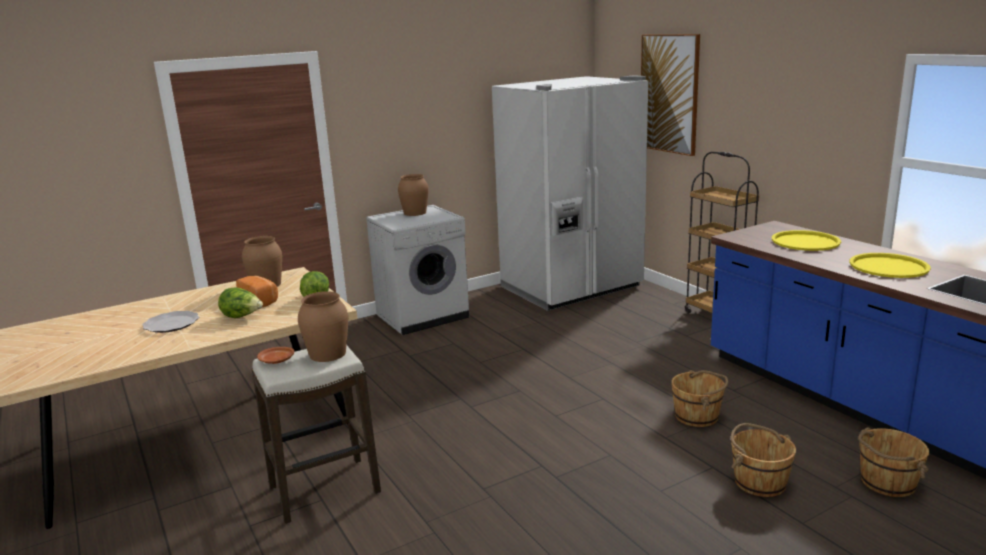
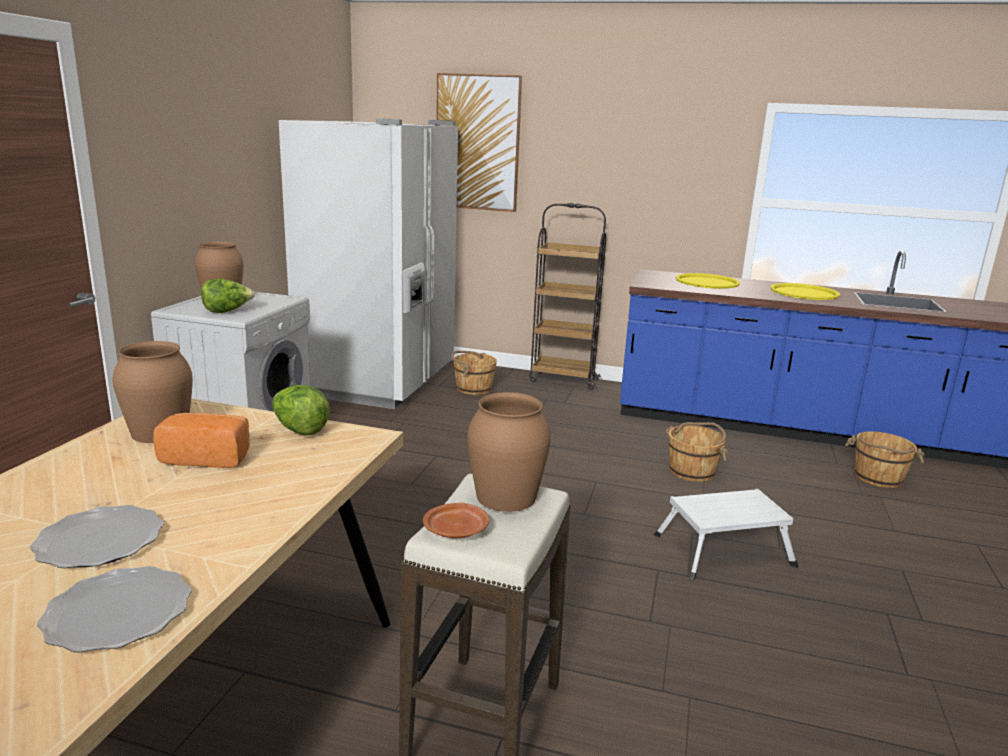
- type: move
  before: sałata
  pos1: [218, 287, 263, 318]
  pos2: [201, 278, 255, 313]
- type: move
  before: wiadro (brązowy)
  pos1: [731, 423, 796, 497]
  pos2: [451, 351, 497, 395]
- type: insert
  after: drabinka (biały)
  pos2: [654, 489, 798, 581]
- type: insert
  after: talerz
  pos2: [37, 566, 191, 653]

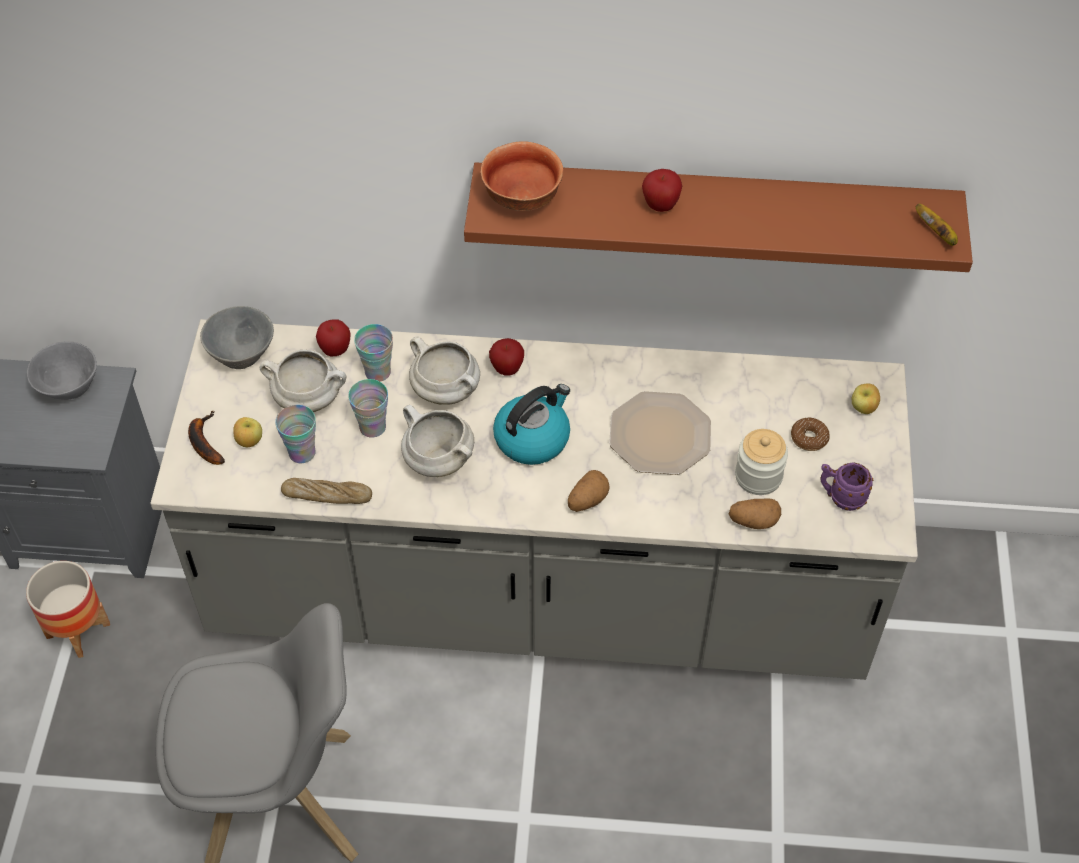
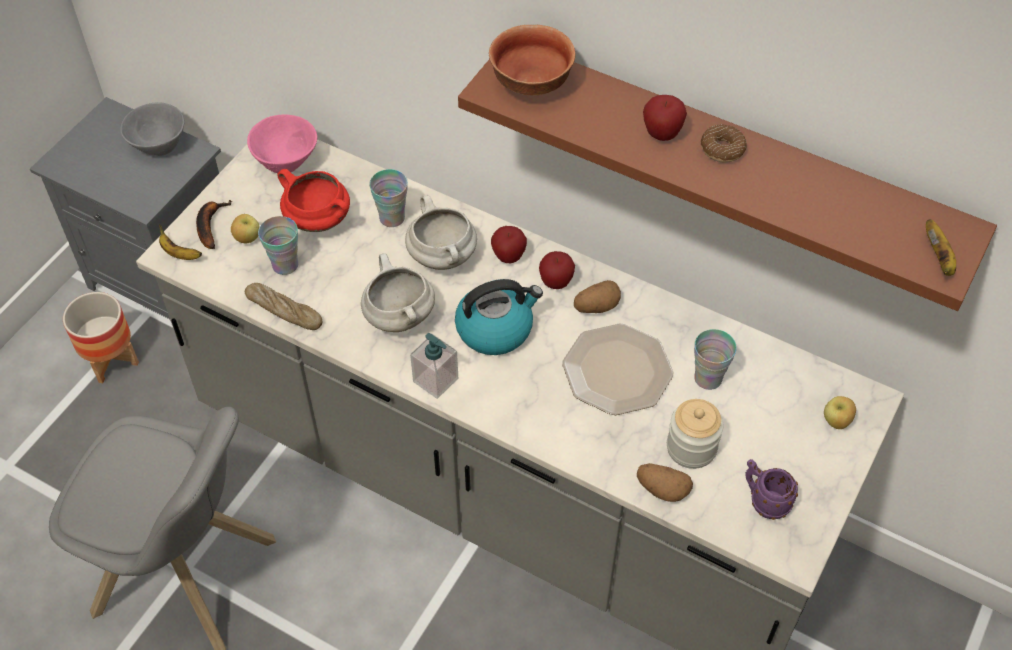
- type: recolor
  before: miska (szary)
  after: miska (różowy)
  pos1: [200, 306, 274, 369]
  pos2: [247, 115, 317, 173]
- type: move
  before: jabłko
  pos1: [316, 319, 350, 356]
  pos2: [539, 251, 575, 289]
- type: recolor
  before: garnek (biały)
  after: garnek (czerwony)
  pos1: [259, 350, 346, 412]
  pos2: [278, 169, 350, 232]
- type: move
  before: filiżanka
  pos1: [348, 379, 388, 438]
  pos2: [694, 329, 737, 390]
- type: move
  before: donut
  pos1: [791, 418, 829, 451]
  pos2: [701, 124, 747, 162]
- type: move
  before: ziemniak
  pos1: [568, 470, 610, 512]
  pos2: [574, 280, 621, 313]
- type: insert
  after: banan
  pos2: [159, 224, 202, 260]
- type: insert
  after: dozownik mydła
  pos2: [410, 333, 458, 399]

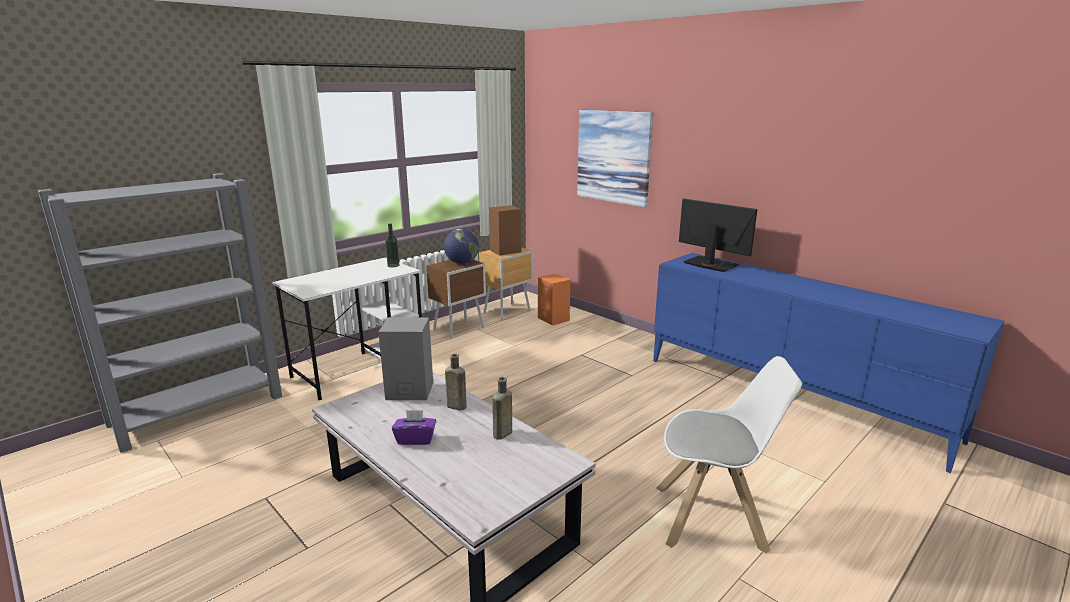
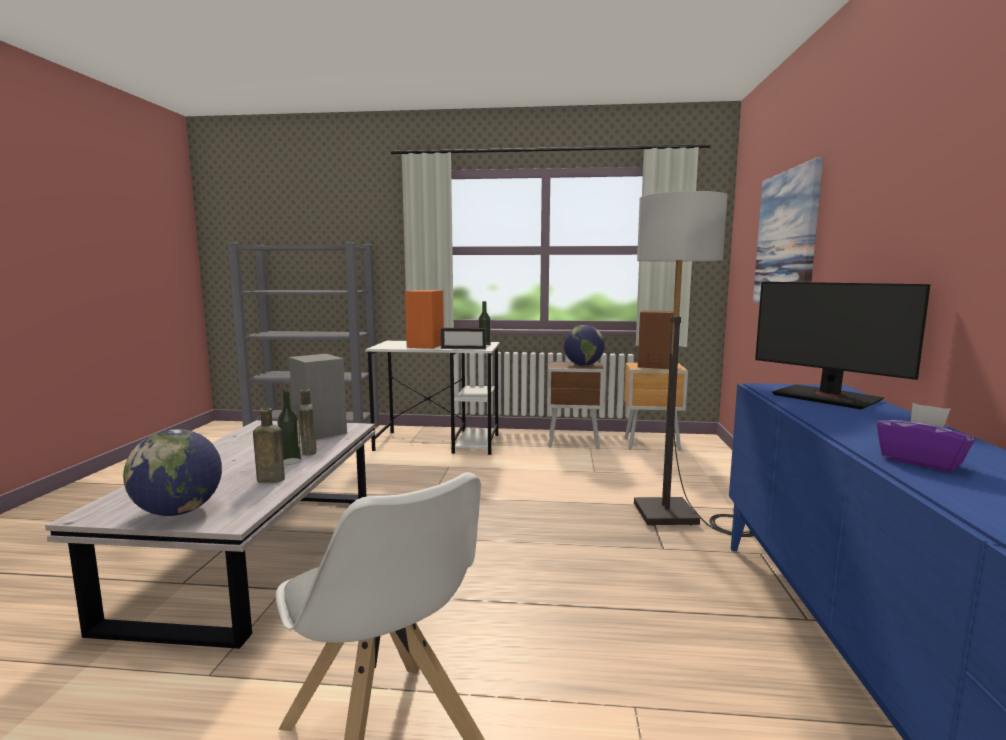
- type: rotate
  before: monitor
  pos1: [679, 198, 757, 272]
  pos2: [755, 282, 931, 409]
  turn: 135
- type: move
  before: głośnik (pomarańczowy)
  pos1: [538, 273, 570, 325]
  pos2: [405, 290, 444, 349]
- type: move
  before: pudełko chusteczek (fioletowy)
  pos1: [392, 410, 436, 445]
  pos2: [877, 403, 975, 473]
- type: insert
  after: lampa stojąca
  pos2: [634, 191, 754, 537]
- type: insert
  after: ramka na zdjęcie
  pos2: [440, 328, 486, 349]
- type: insert
  after: butelka
  pos2: [277, 390, 301, 465]
- type: insert
  after: globus
  pos2: [123, 429, 222, 516]

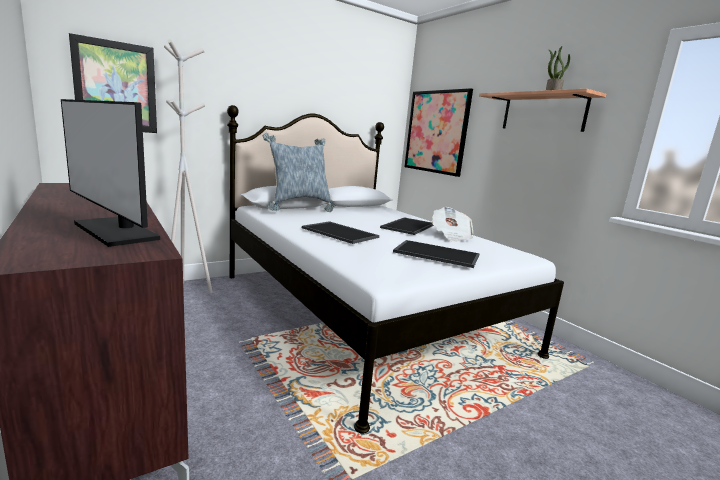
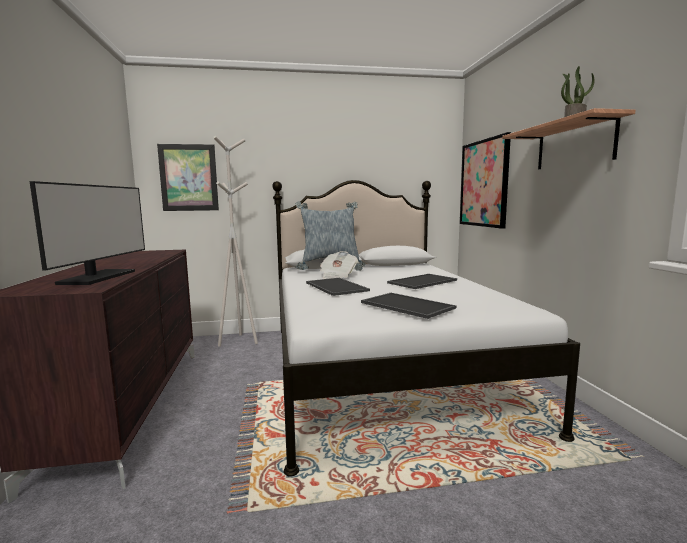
- type: rotate
  before: monitor
  pos1: [61, 99, 160, 247]
  pos2: [30, 181, 145, 285]
  turn: -150
- type: move
  before: gazeta
  pos1: [431, 207, 473, 242]
  pos2: [320, 251, 358, 279]

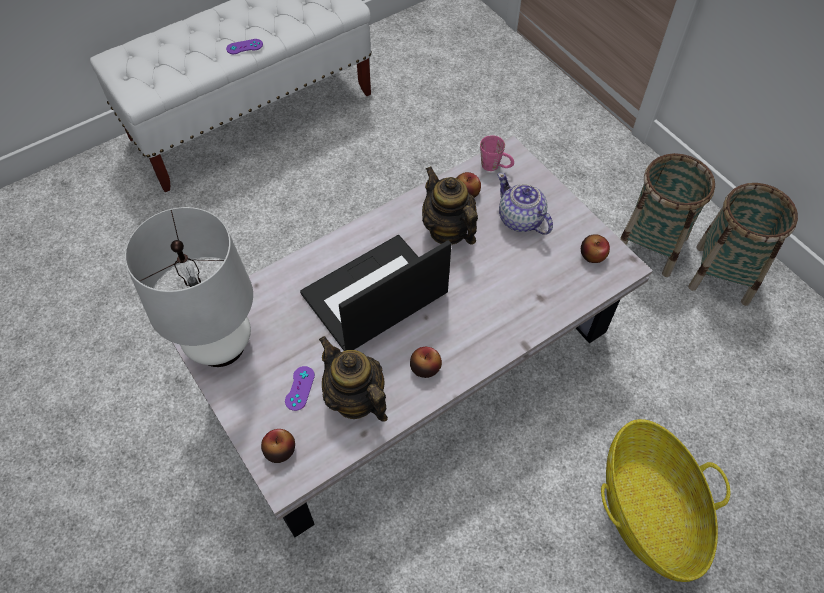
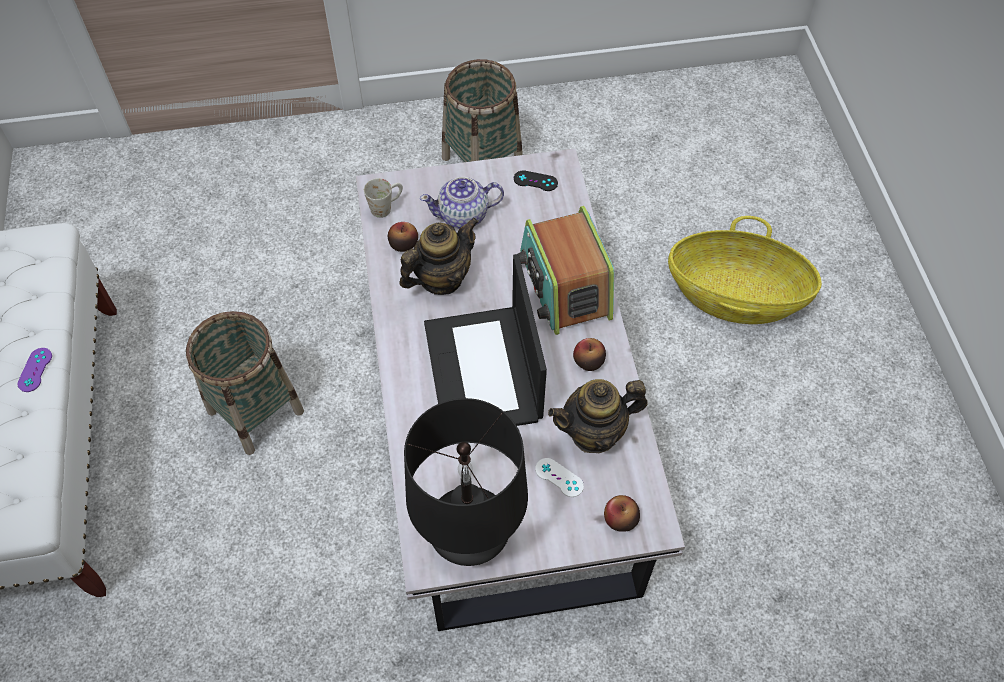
- type: recolor
  before: kubek (różowy)
  after: kubek (biały)
  pos1: [480, 135, 514, 171]
  pos2: [364, 178, 403, 218]
- type: rotate
  before: imbryk
  pos1: [422, 166, 478, 245]
  pos2: [399, 217, 479, 295]
  turn: 150
- type: move
  before: koszyk
  pos1: [688, 183, 798, 306]
  pos2: [186, 311, 304, 455]
- type: recolor
  before: lampa stołowa (biały)
  after: lampa stołowa (czarny)
  pos1: [125, 207, 253, 367]
  pos2: [404, 398, 528, 566]
- type: replace
  before: jabłko
  after: pad do gier (czarny)
  pos1: [581, 234, 610, 263]
  pos2: [514, 170, 558, 191]
- type: recolor
  before: pad do gier (fioletowy)
  after: pad do gier (biały)
  pos1: [285, 366, 315, 411]
  pos2: [535, 458, 584, 497]
- type: insert
  after: radio
  pos2: [518, 206, 614, 335]

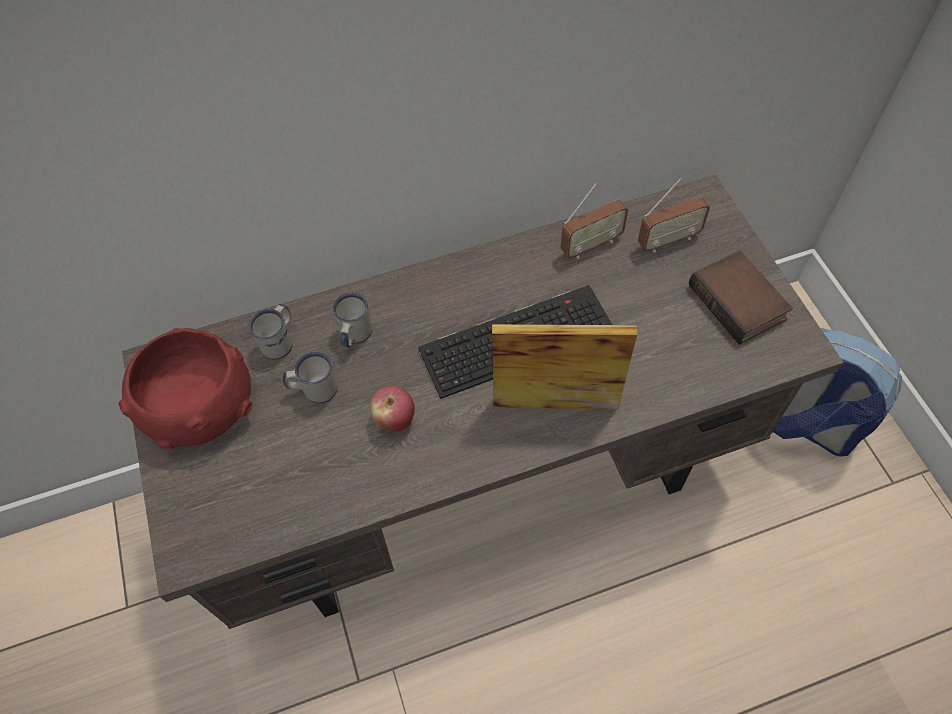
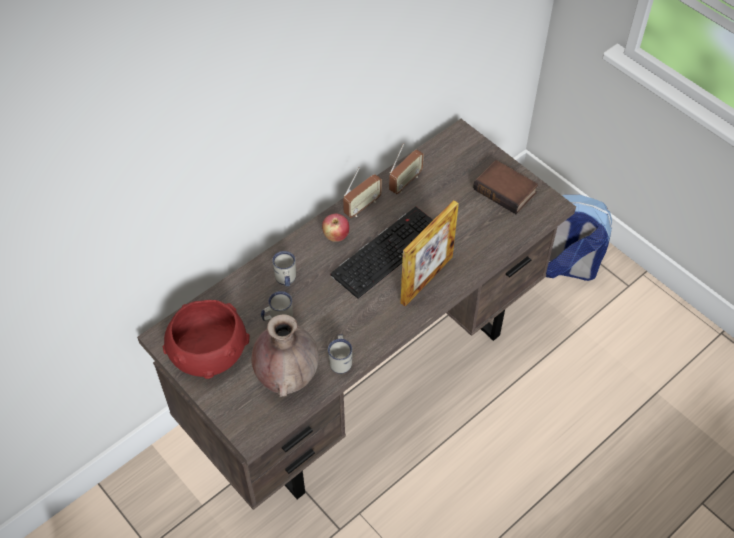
- type: move
  before: radio
  pos1: [638, 178, 710, 253]
  pos2: [343, 167, 382, 218]
- type: move
  before: kubek (biały)
  pos1: [248, 304, 293, 359]
  pos2: [328, 335, 352, 374]
- type: rotate
  before: ramka na zdjęcie
  pos1: [492, 324, 637, 409]
  pos2: [400, 200, 459, 306]
  turn: 150
- type: move
  before: jabłko
  pos1: [370, 386, 415, 432]
  pos2: [322, 214, 349, 242]
- type: insert
  after: wazon (brązowy)
  pos2: [251, 314, 319, 397]

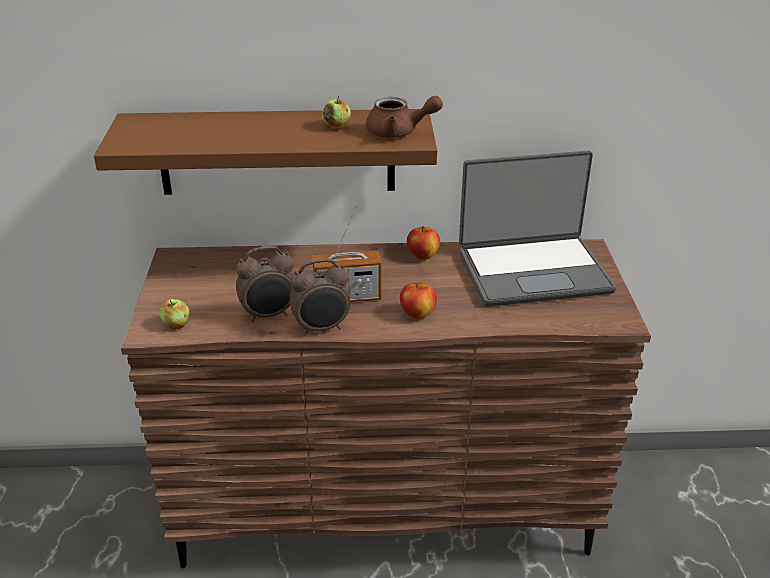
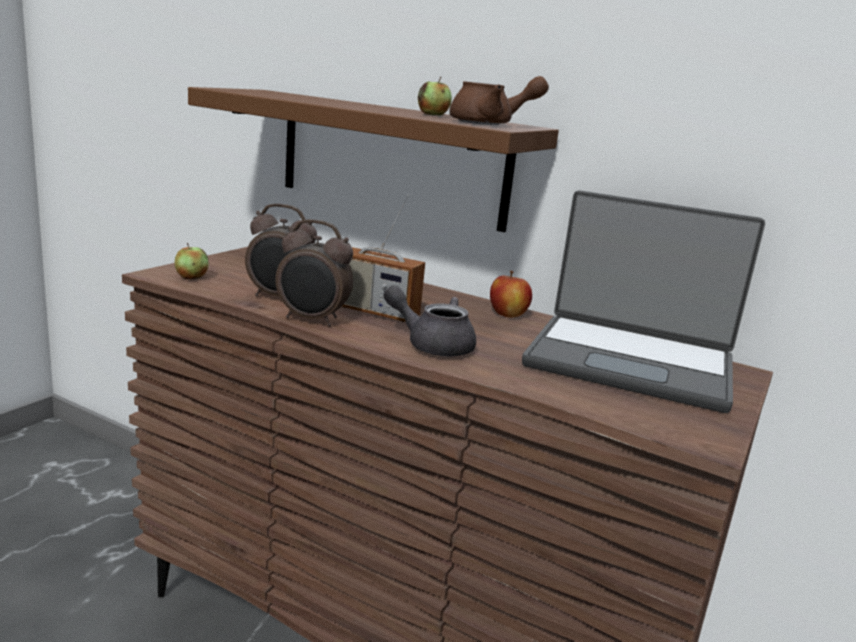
- type: rotate
  before: imbryk (brązowy)
  pos1: [366, 96, 443, 138]
  pos2: [450, 76, 549, 125]
  turn: -45
- type: replace
  before: jabłko
  after: imbryk (szary)
  pos1: [400, 282, 437, 319]
  pos2: [384, 285, 476, 356]

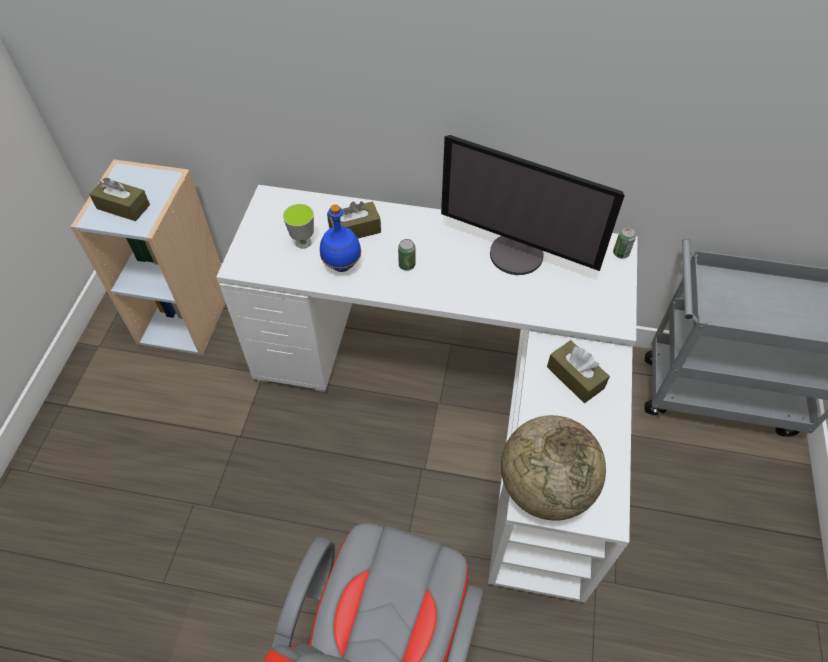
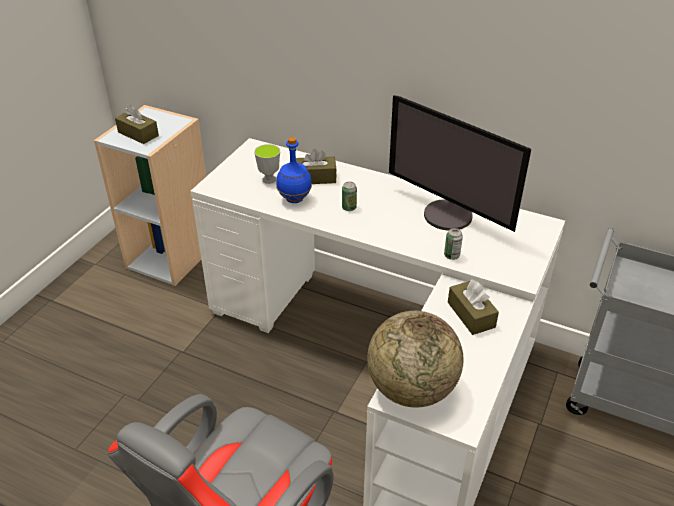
- type: move
  before: puszka
  pos1: [613, 227, 636, 259]
  pos2: [444, 228, 463, 260]

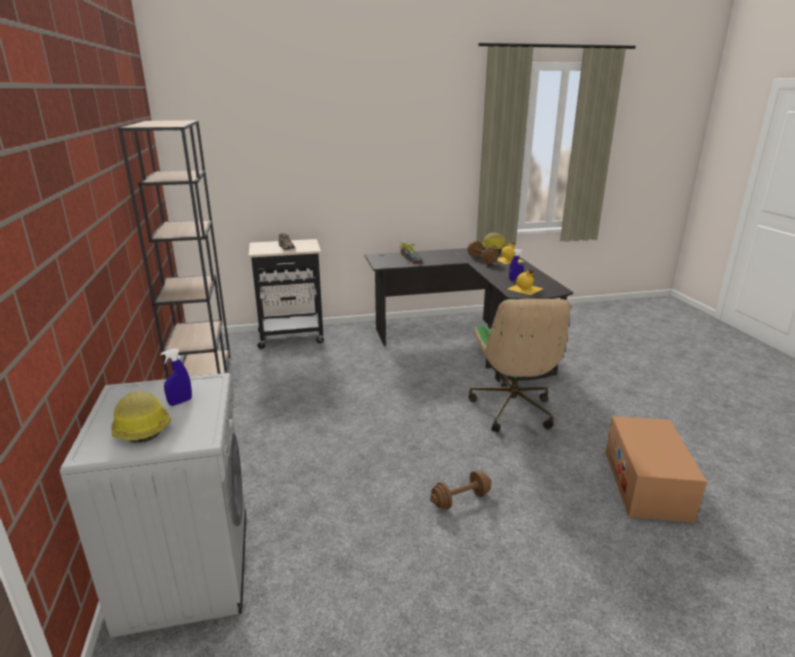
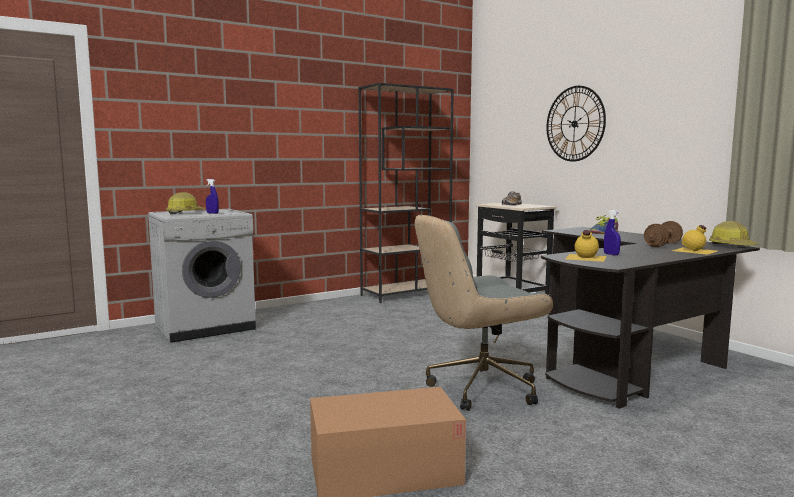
- type: recolor
  before: krzesło biurowe (zielony)
  after: krzesło biurowe (szary)
  pos1: [469, 299, 571, 432]
  pos2: [415, 215, 553, 411]
- type: delete
  before: hantel (brązowy)
  pos1: [430, 471, 491, 509]
- type: insert
  after: zegar ścienny
  pos2: [547, 86, 606, 162]

